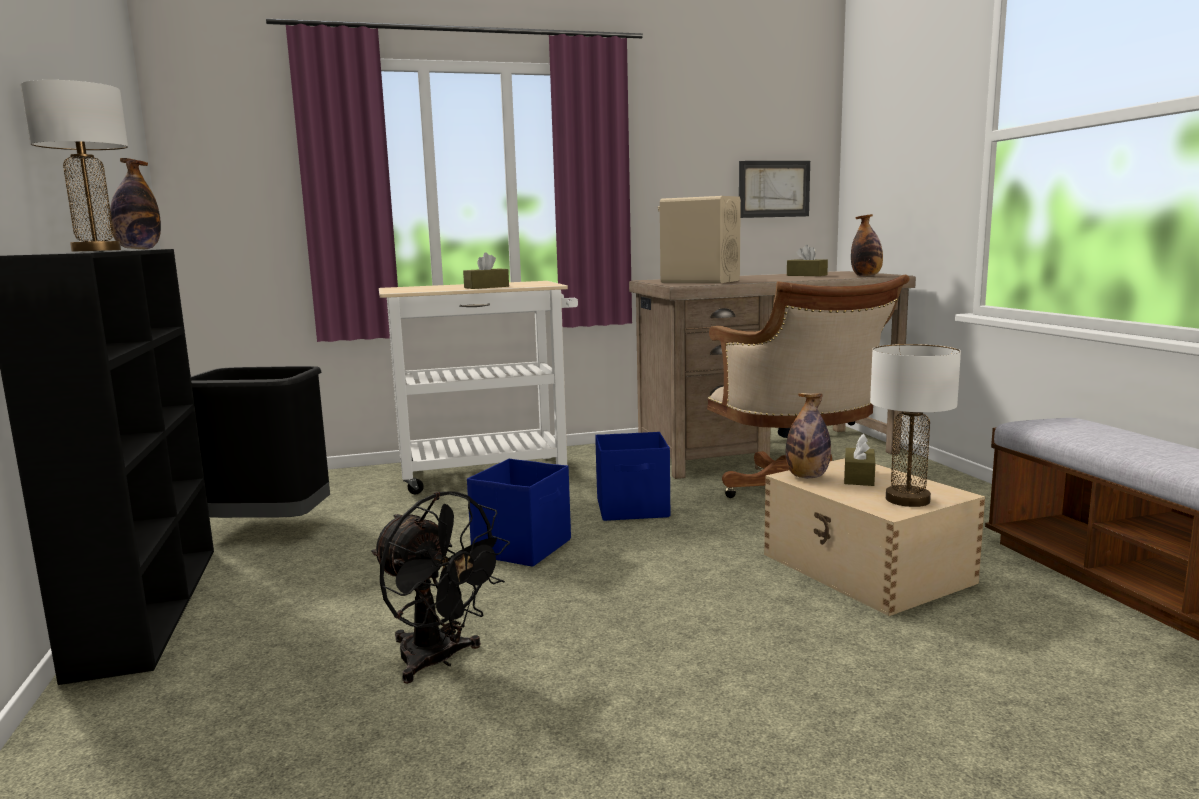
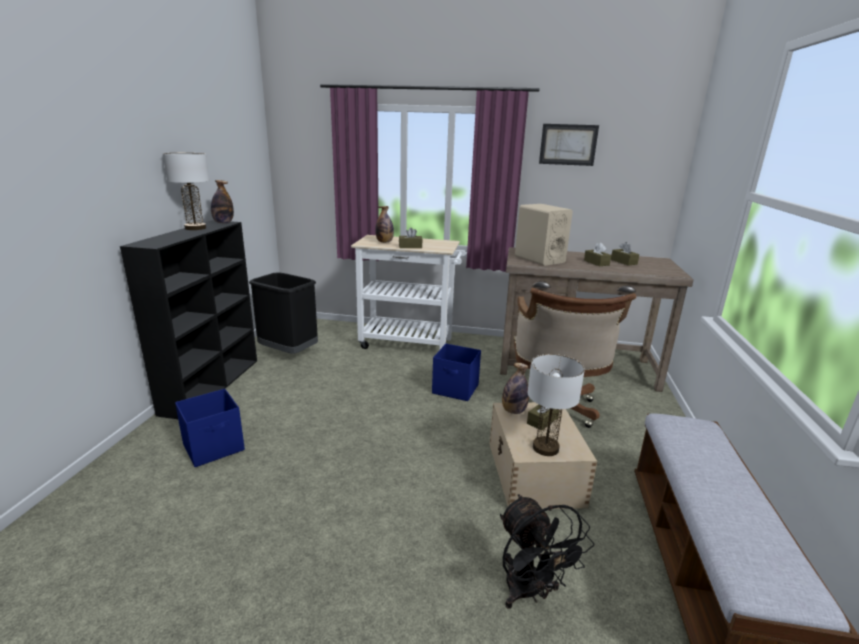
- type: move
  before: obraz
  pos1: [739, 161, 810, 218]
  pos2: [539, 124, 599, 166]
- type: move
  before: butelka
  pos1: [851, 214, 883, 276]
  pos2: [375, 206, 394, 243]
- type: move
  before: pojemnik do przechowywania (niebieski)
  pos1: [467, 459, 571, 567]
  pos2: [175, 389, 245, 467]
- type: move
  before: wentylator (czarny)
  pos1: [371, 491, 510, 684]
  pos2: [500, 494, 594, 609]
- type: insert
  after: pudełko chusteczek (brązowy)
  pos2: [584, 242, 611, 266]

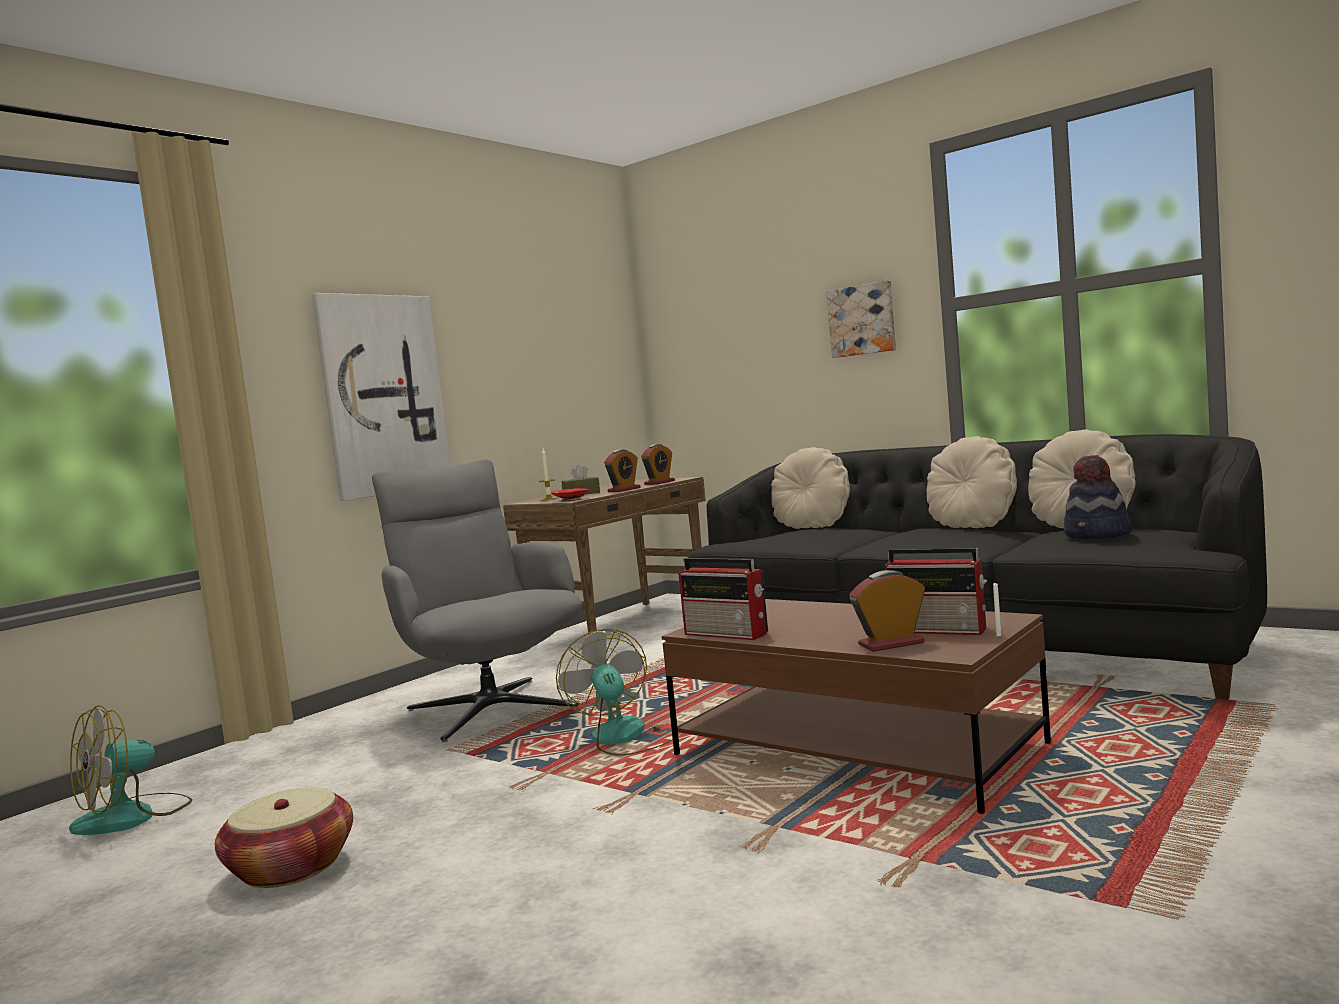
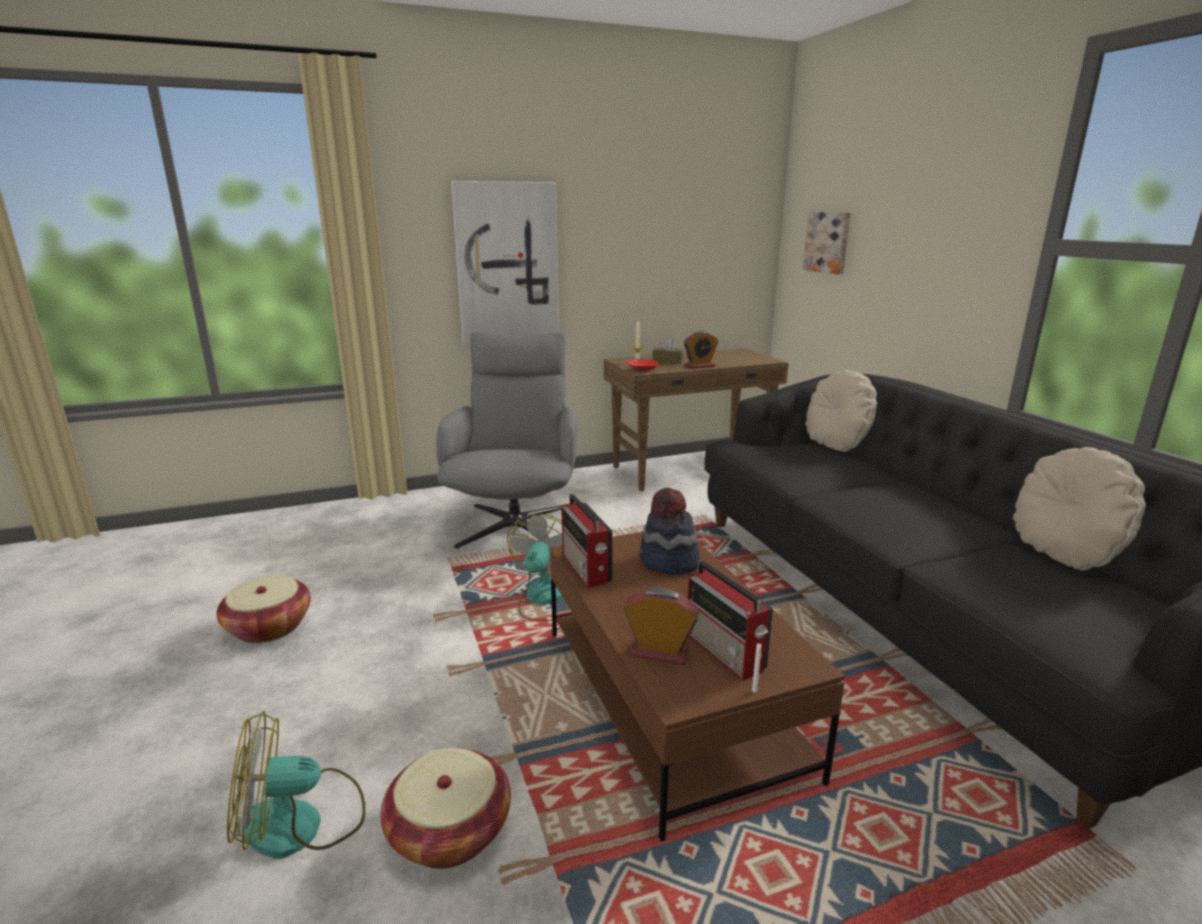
- type: move
  before: obraz
  pos1: [826, 280, 896, 358]
  pos2: [803, 212, 851, 274]
- type: delete
  before: poduszka (beżowy)
  pos1: [927, 436, 1017, 528]
- type: delete
  before: budzik
  pos1: [641, 444, 675, 485]
- type: move
  before: kapelusz
  pos1: [1064, 455, 1132, 539]
  pos2: [639, 488, 700, 575]
- type: move
  before: wentylator
  pos1: [69, 705, 193, 835]
  pos2: [227, 711, 366, 859]
- type: insert
  after: koszyk
  pos2: [380, 748, 511, 869]

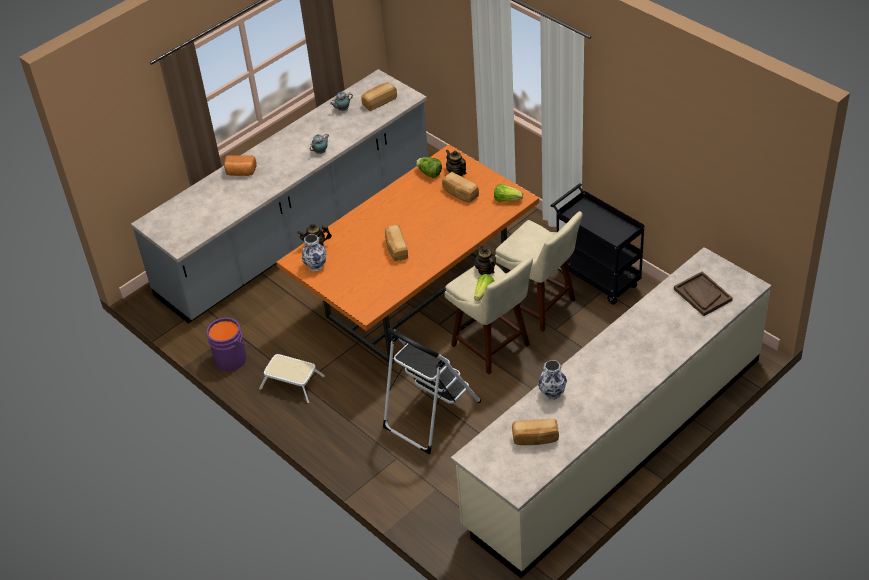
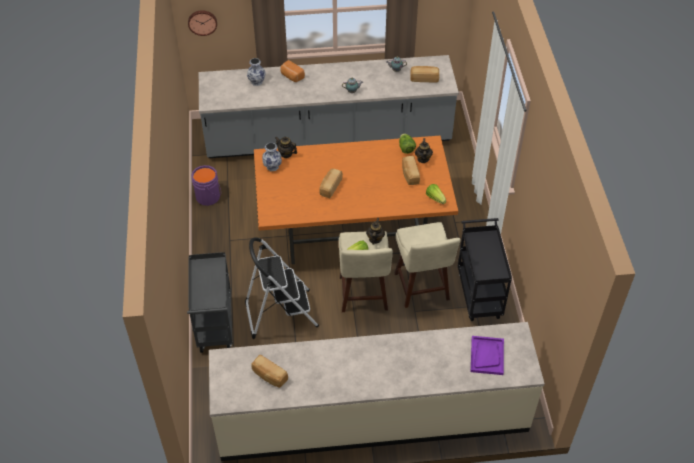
- type: recolor
  before: taca (brązowy)
  after: taca (fioletowy)
  pos1: [674, 271, 733, 316]
  pos2: [471, 336, 504, 375]
- type: delete
  before: drabinka (beżowy)
  pos1: [259, 354, 325, 403]
- type: move
  before: wazon
  pos1: [538, 360, 567, 400]
  pos2: [247, 58, 266, 86]
- type: insert
  after: zegar ścienny
  pos2: [188, 10, 217, 36]
- type: insert
  after: wózek (szary)
  pos2: [187, 252, 233, 353]

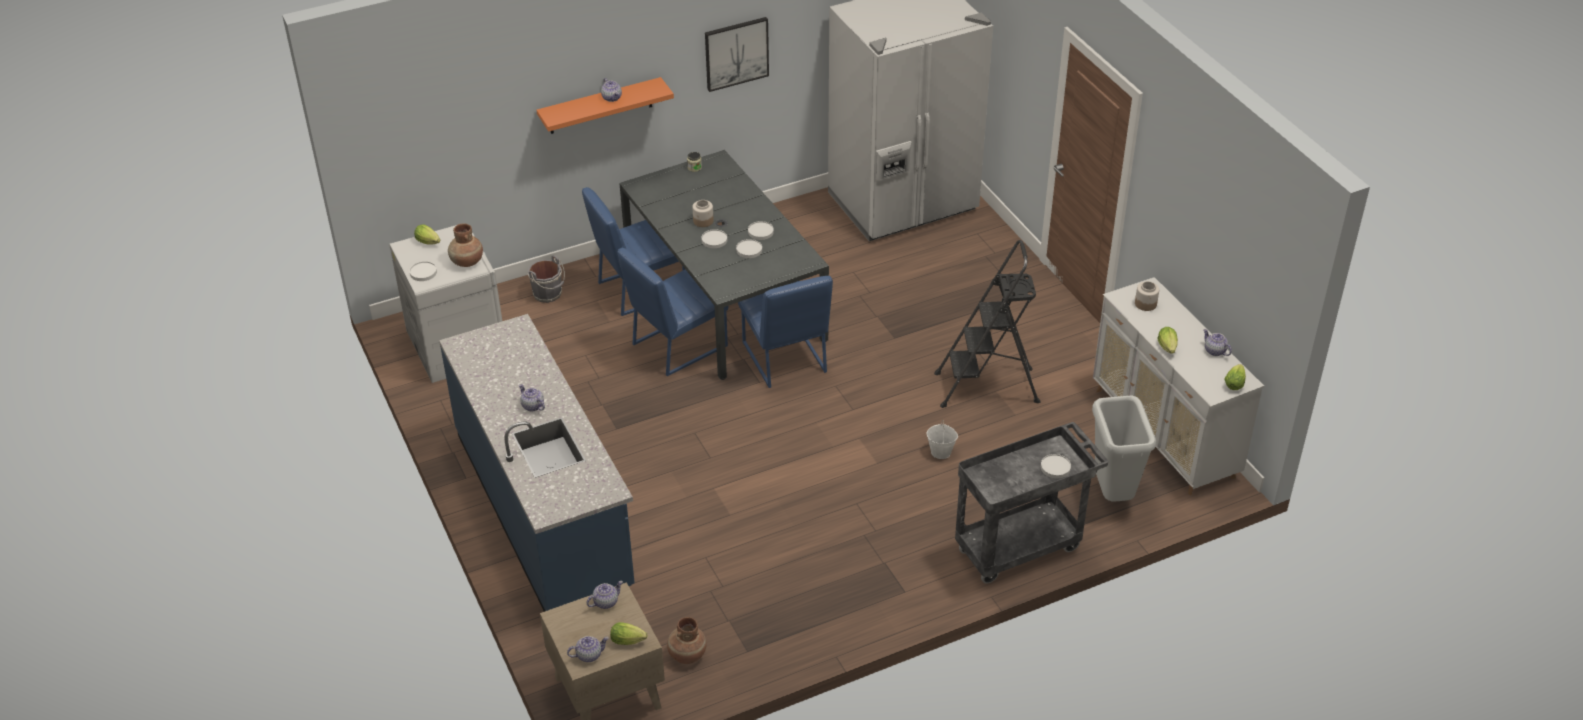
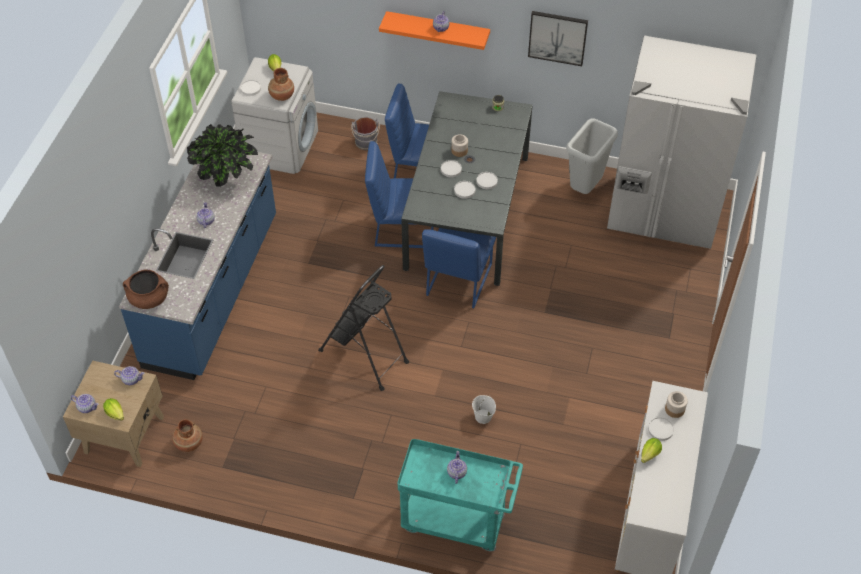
- type: move
  before: drabinka
  pos1: [934, 240, 1041, 408]
  pos2: [318, 265, 409, 391]
- type: move
  before: imbryk
  pos1: [1203, 329, 1232, 356]
  pos2: [447, 451, 467, 484]
- type: delete
  before: sałata
  pos1: [1224, 364, 1246, 390]
- type: move
  before: kosz na śmieci (szary)
  pos1: [1092, 396, 1156, 502]
  pos2: [566, 118, 618, 194]
- type: recolor
  before: wózek (szary)
  after: wózek (turkusowy)
  pos1: [955, 422, 1108, 584]
  pos2: [398, 439, 523, 551]
- type: move
  before: talerz (biały)
  pos1: [1041, 454, 1071, 478]
  pos2: [648, 417, 674, 441]
- type: insert
  after: roślina doniczkowa
  pos2: [187, 124, 258, 187]
- type: insert
  after: garnek (brązowy)
  pos2: [123, 269, 169, 309]

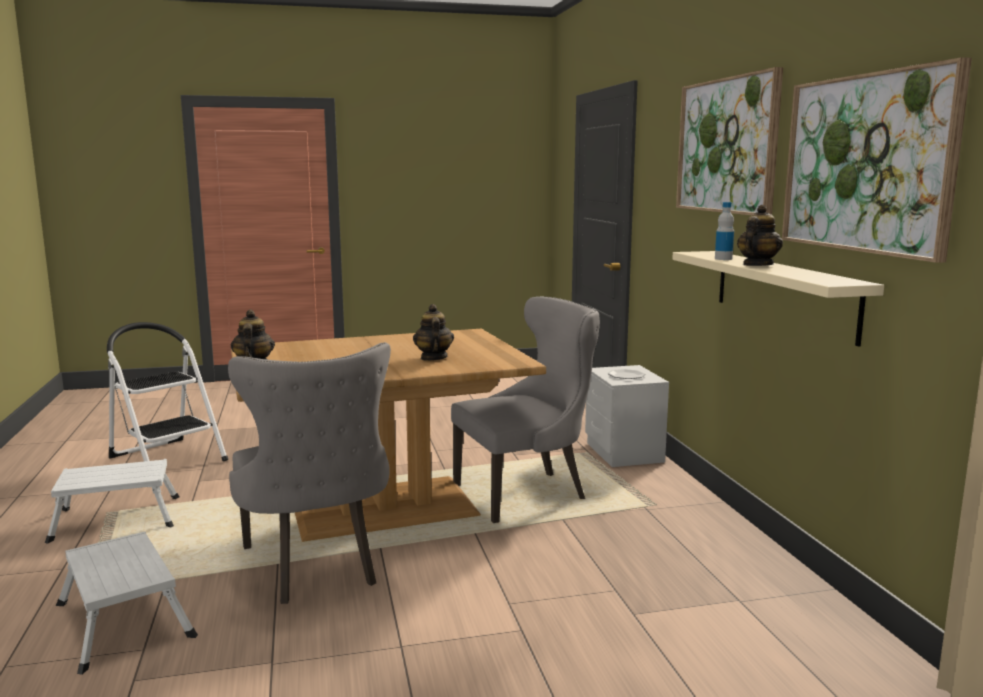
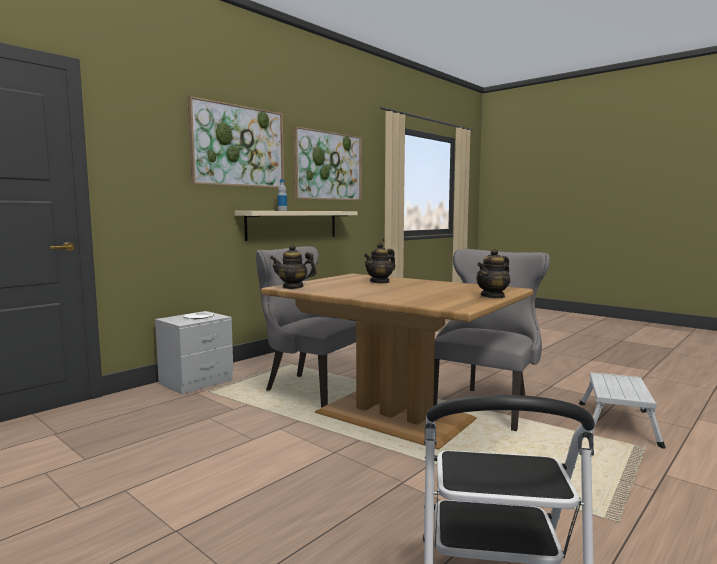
- type: move
  before: imbryk
  pos1: [737, 205, 783, 266]
  pos2: [270, 245, 317, 289]
- type: delete
  before: drabinka (biały)
  pos1: [45, 459, 180, 544]

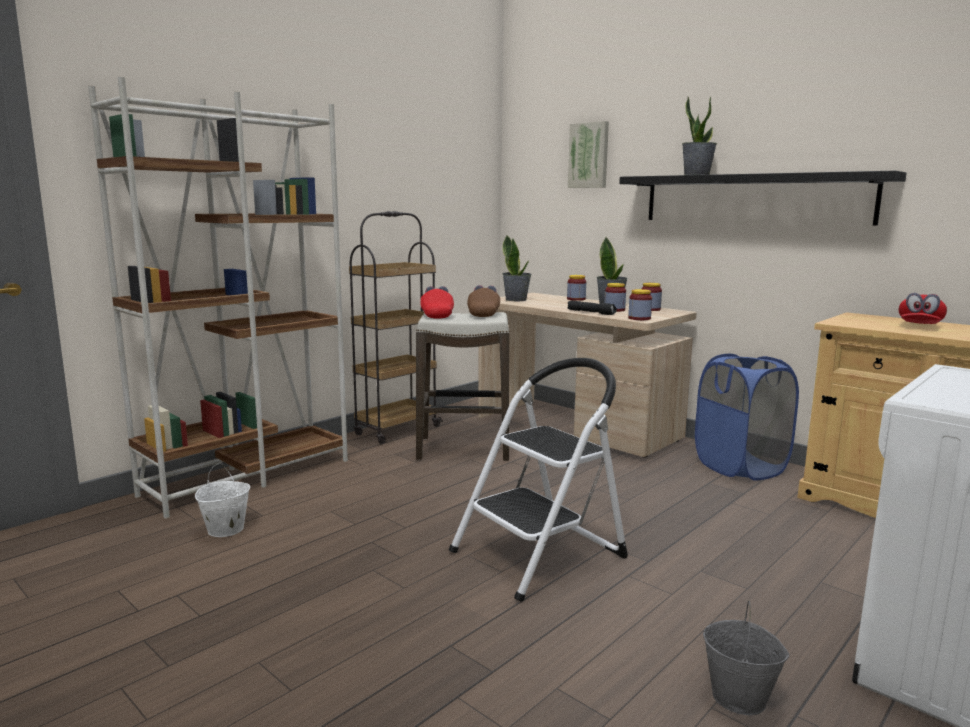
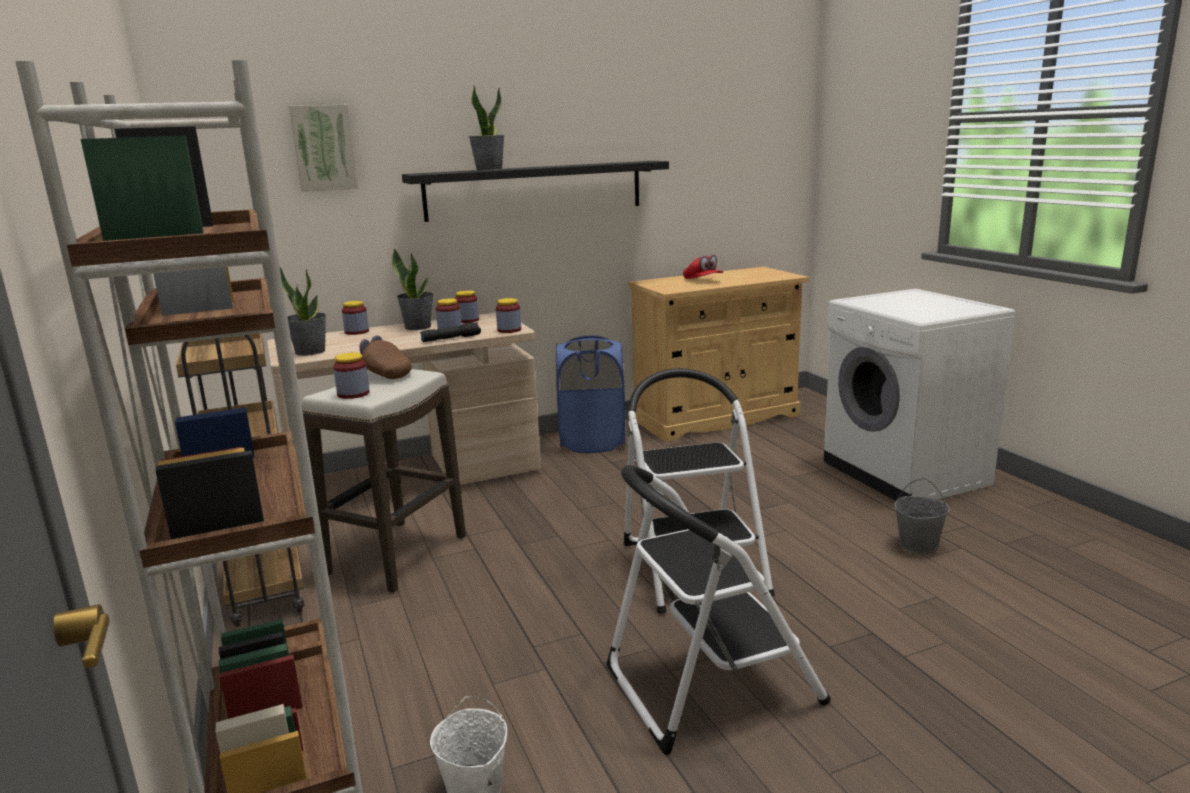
- type: replace
  before: czapka z daszkiem (czerwony)
  after: słoik
  pos1: [420, 286, 454, 319]
  pos2: [333, 353, 369, 399]
- type: insert
  after: drabinka
  pos2: [606, 465, 831, 755]

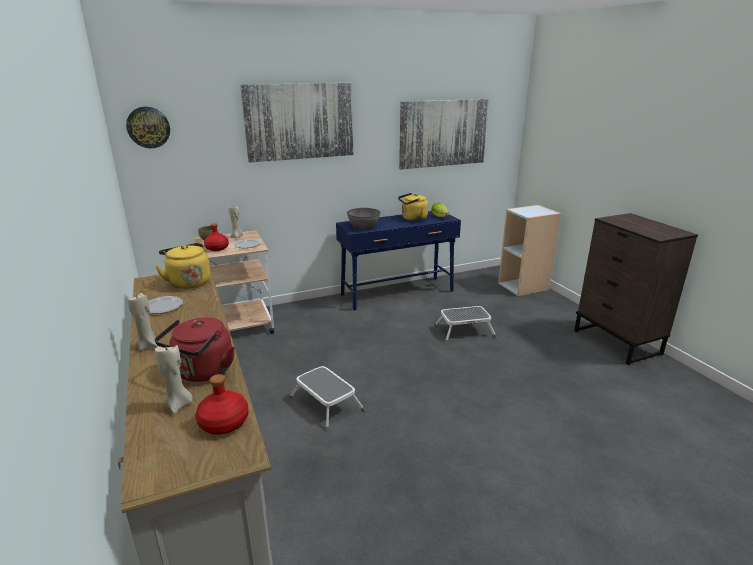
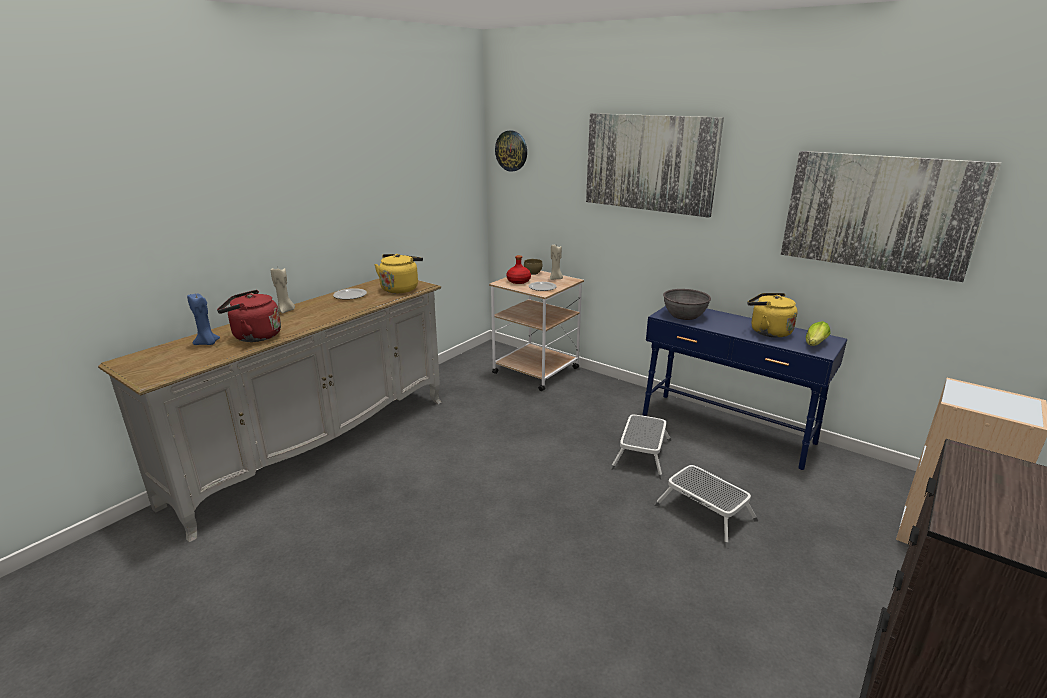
- type: recolor
  before: świeca (beżowy)
  after: świeca (niebieski)
  pos1: [155, 345, 193, 414]
  pos2: [187, 293, 220, 345]
- type: move
  before: drabinka (szary)
  pos1: [289, 366, 365, 431]
  pos2: [610, 415, 672, 480]
- type: delete
  before: butelka (czerwony)
  pos1: [196, 374, 249, 435]

